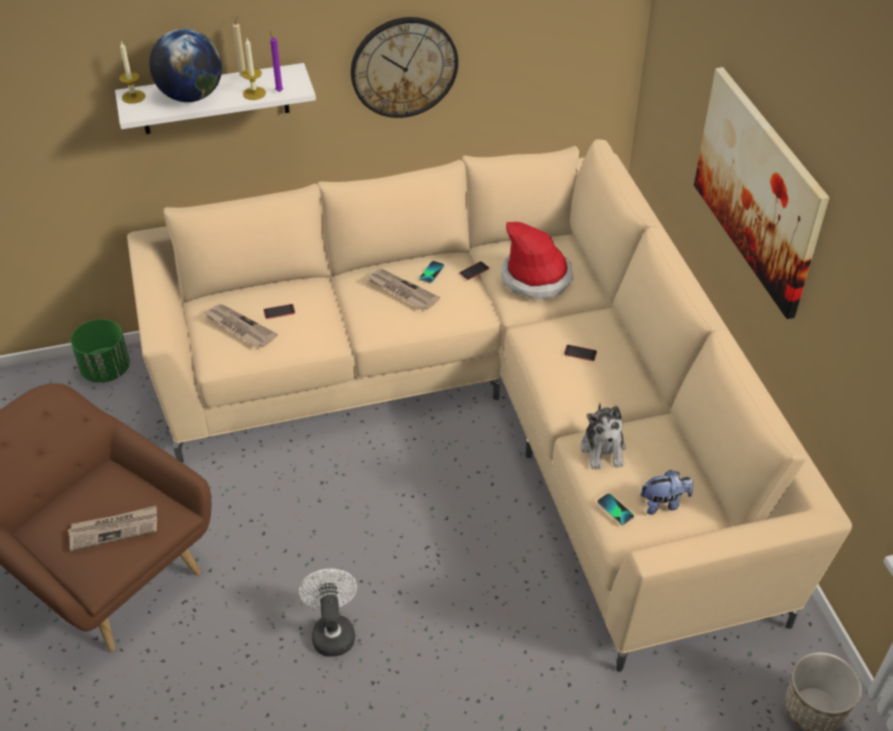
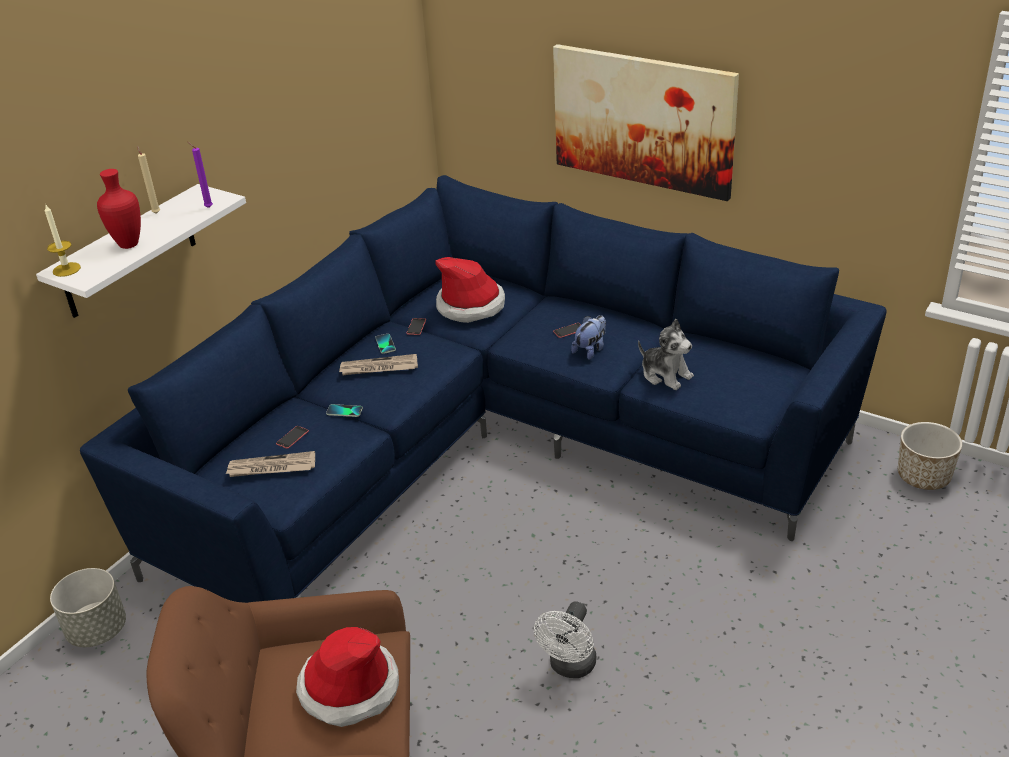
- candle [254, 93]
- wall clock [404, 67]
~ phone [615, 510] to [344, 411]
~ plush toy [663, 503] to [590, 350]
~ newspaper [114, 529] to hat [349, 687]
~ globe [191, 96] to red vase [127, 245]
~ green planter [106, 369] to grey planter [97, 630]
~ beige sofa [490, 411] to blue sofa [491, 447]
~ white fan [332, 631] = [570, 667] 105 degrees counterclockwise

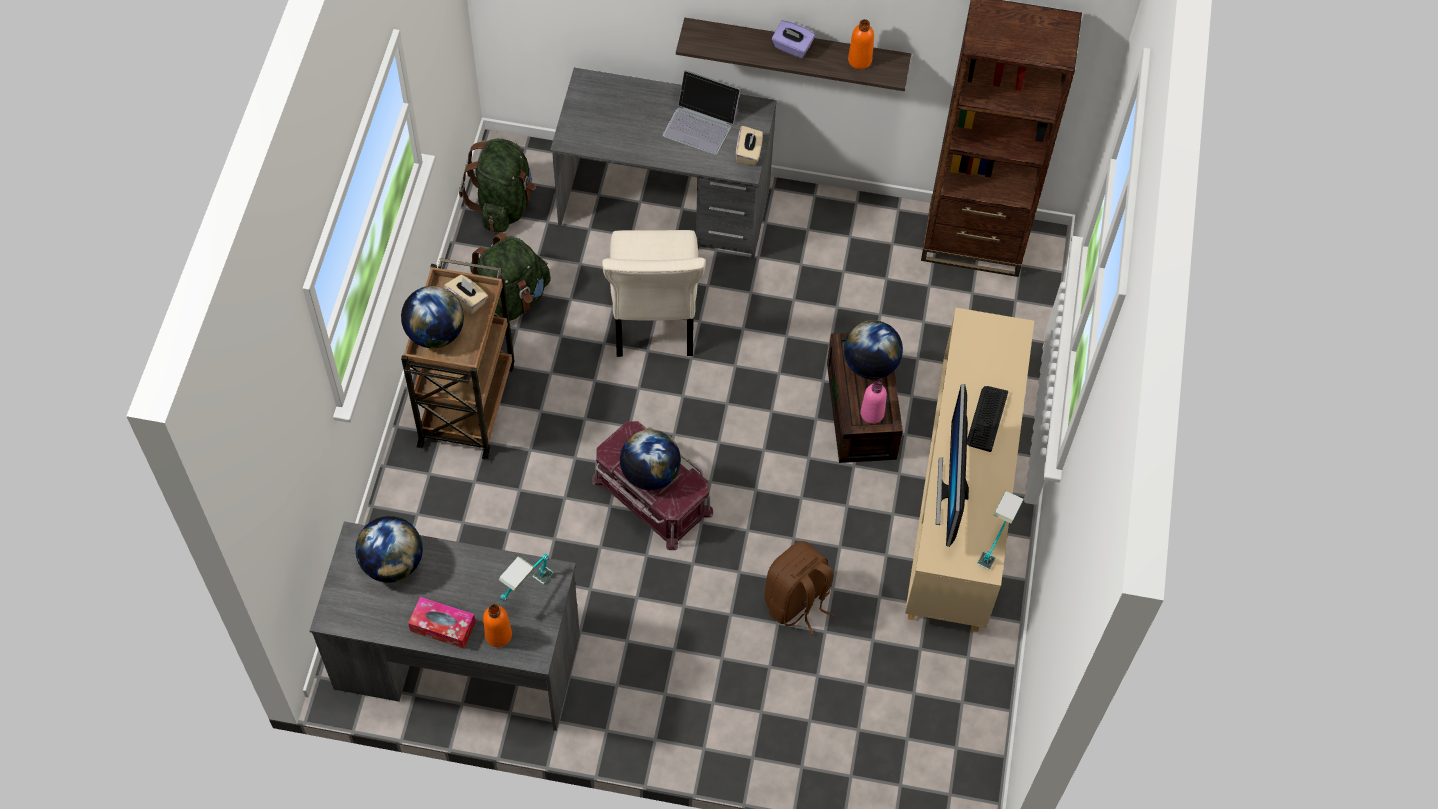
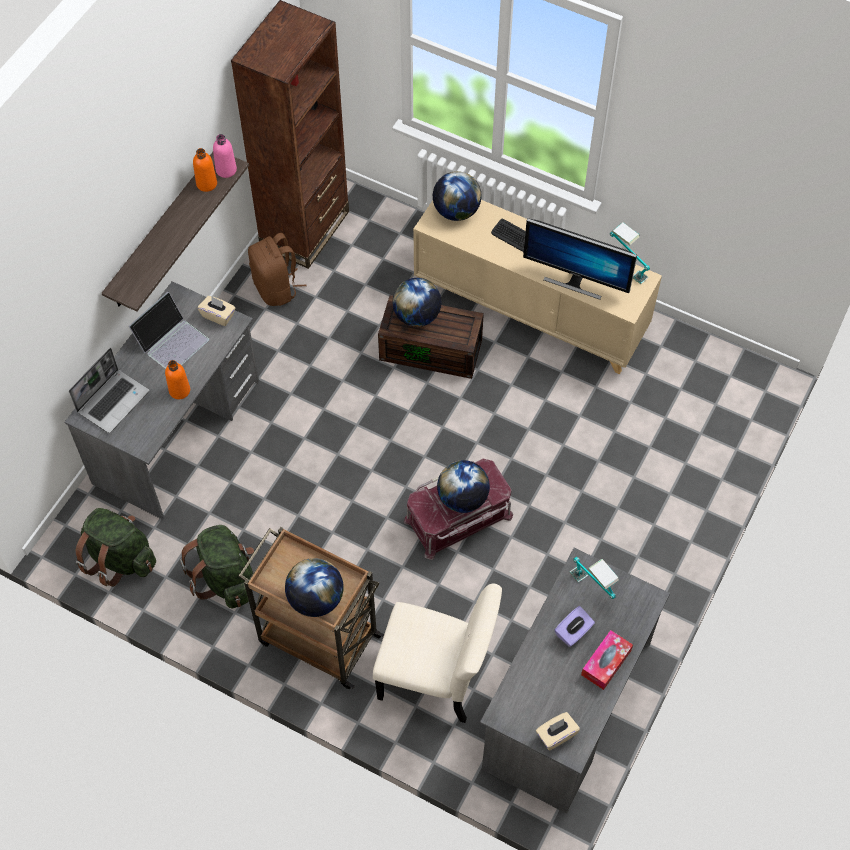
+ laptop [113, 401]
~ globe [393, 563] to [456, 211]
~ beige tissue box [467, 300] to [556, 735]
~ orange bottle [498, 635] to [179, 390]
~ beige chair [653, 321] to [436, 679]
~ brown backpack [797, 602] to [276, 288]
~ purple tissue box [792, 47] to [573, 632]
~ pink bottle [872, 413] to [226, 170]

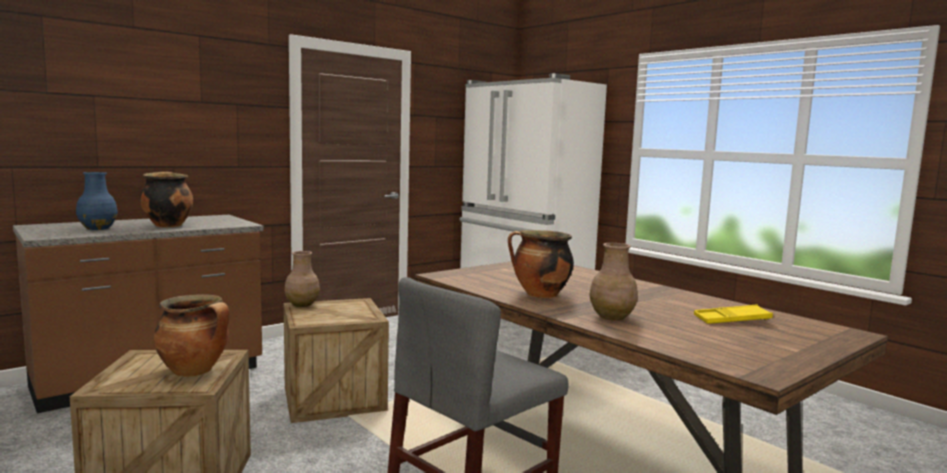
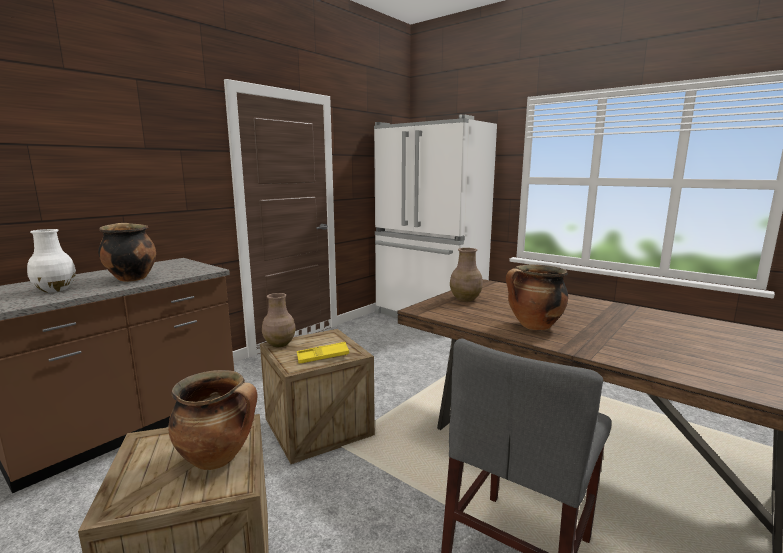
~ brown vase [612, 317] to [466, 299]
~ yellow tray [732, 320] to [323, 356]
~ blue vase [98, 228] to white vase [55, 289]

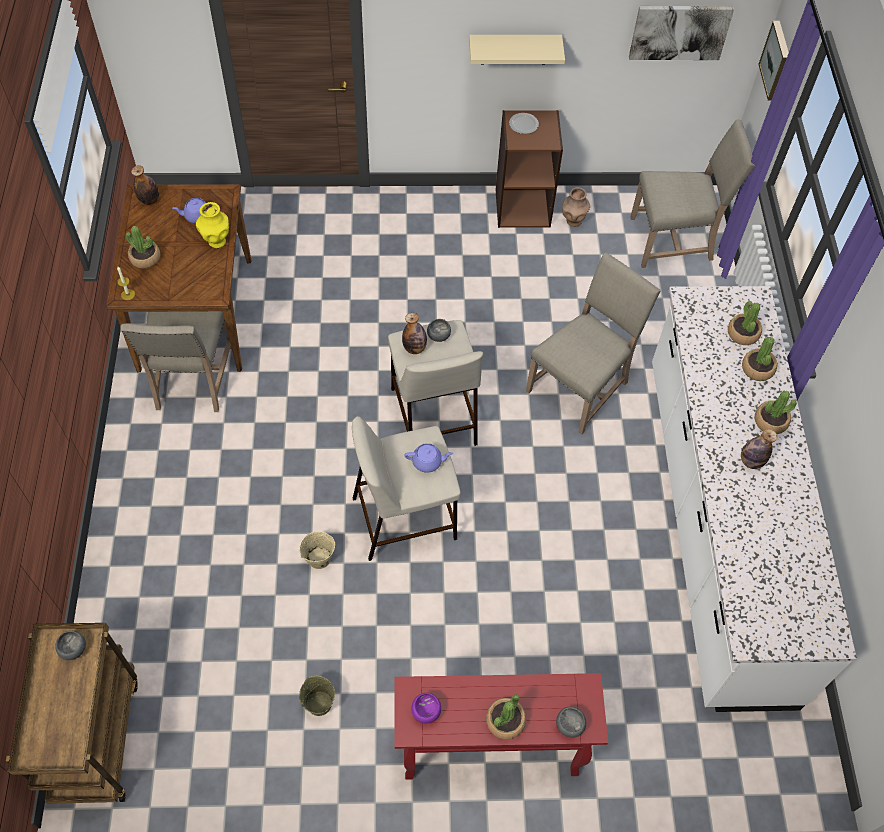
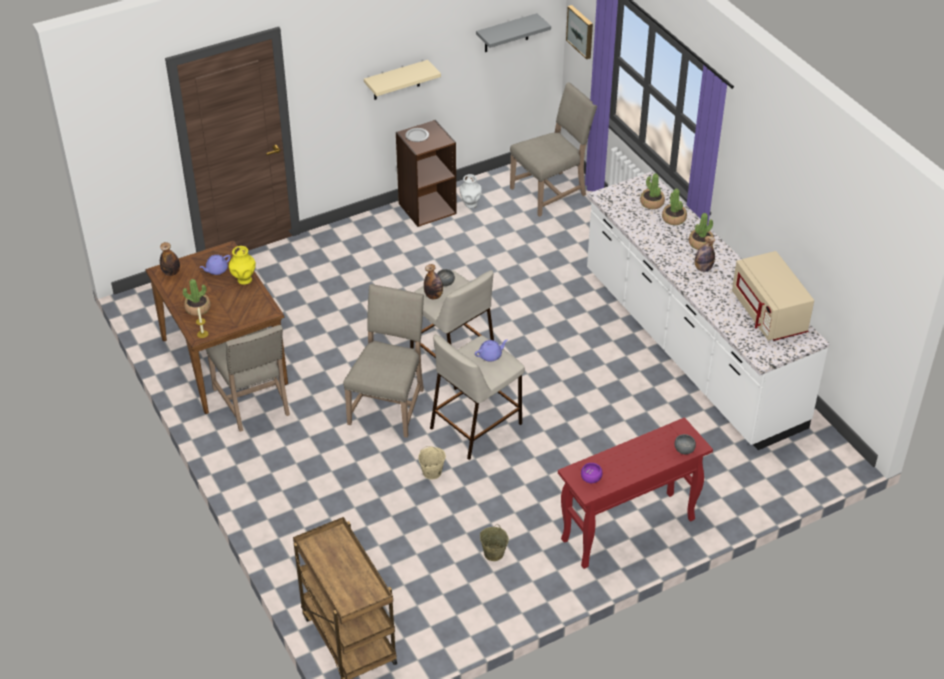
- grey bowl [74, 649]
- potted plant [505, 720]
+ beige microwave [769, 314]
~ beige chair [581, 386] to [389, 405]
~ picture [679, 31] to grey shelf [506, 33]
~ brown vase [573, 221] to white vase [470, 204]

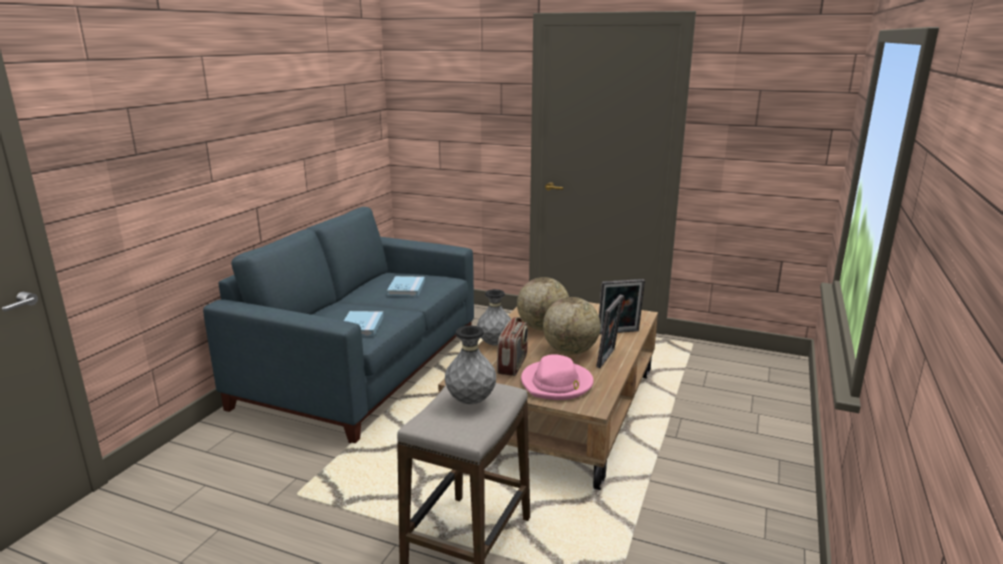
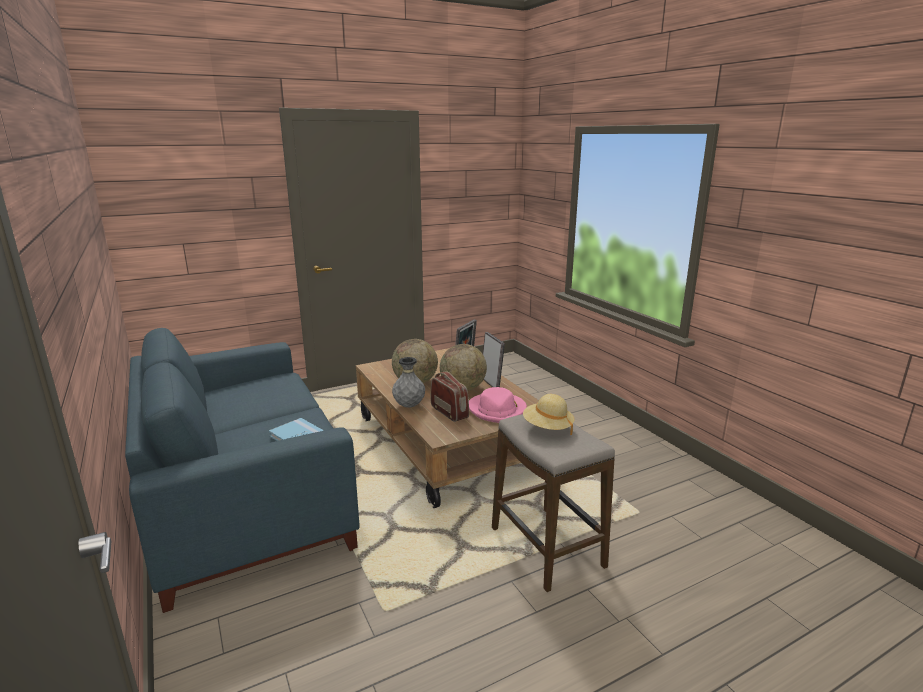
- blue book [406, 288]
~ grey vase [470, 401] to beige hat [547, 427]

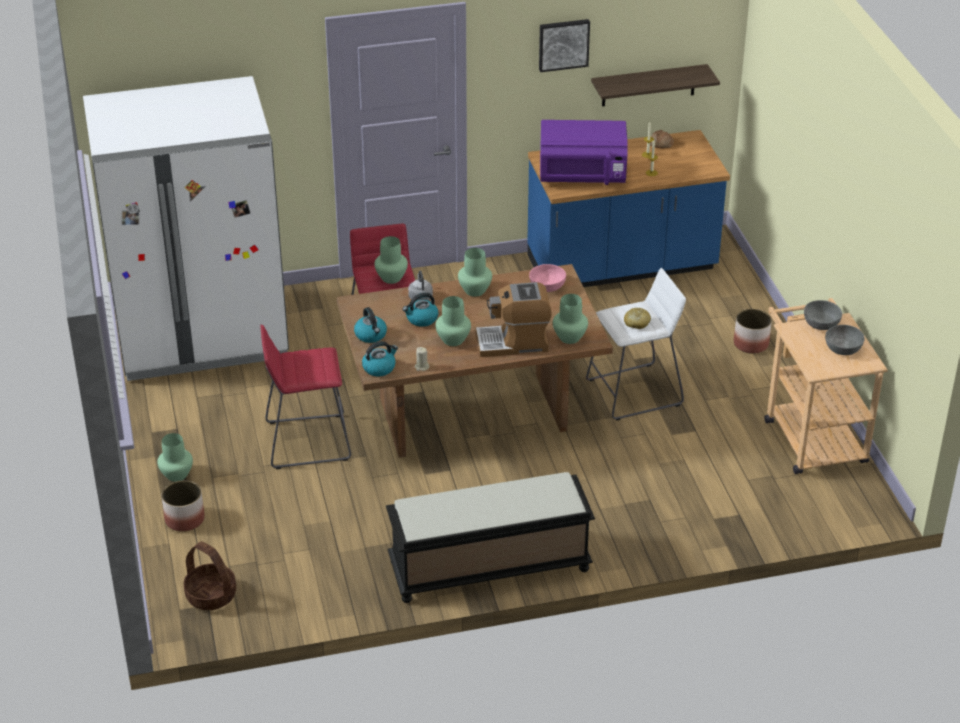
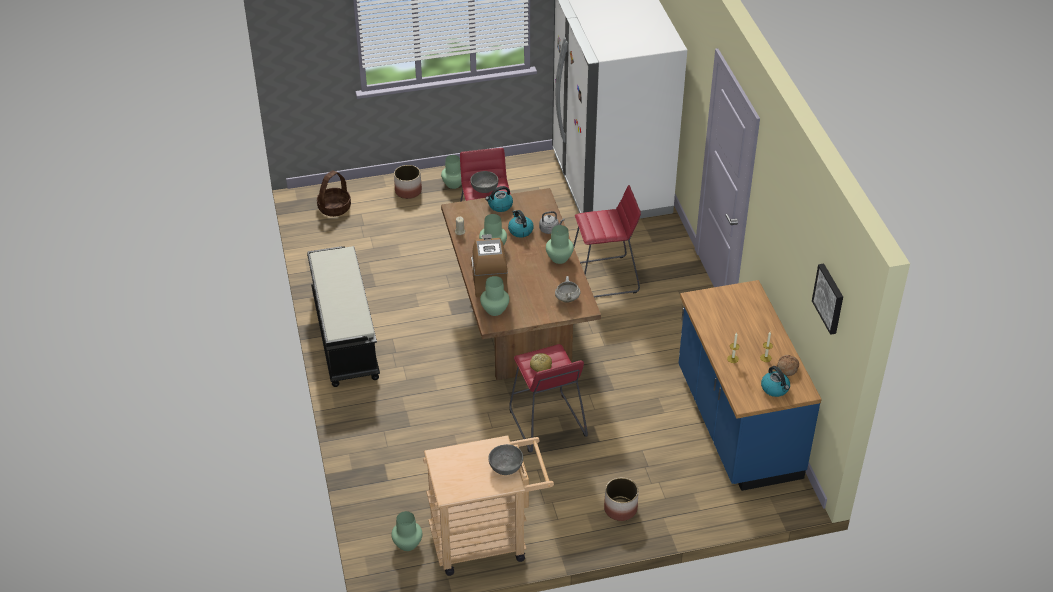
- purple microwave [582, 176]
- shelf [648, 85]
~ kettle [379, 368] to [775, 388]
~ green vase [391, 278] to [407, 543]
~ picture [563, 44] to [830, 298]
~ grey bowl [843, 348] to [484, 188]
~ pink bowl [547, 286] to white cooking pot [567, 299]
~ white stool [634, 392] to red stool [547, 423]

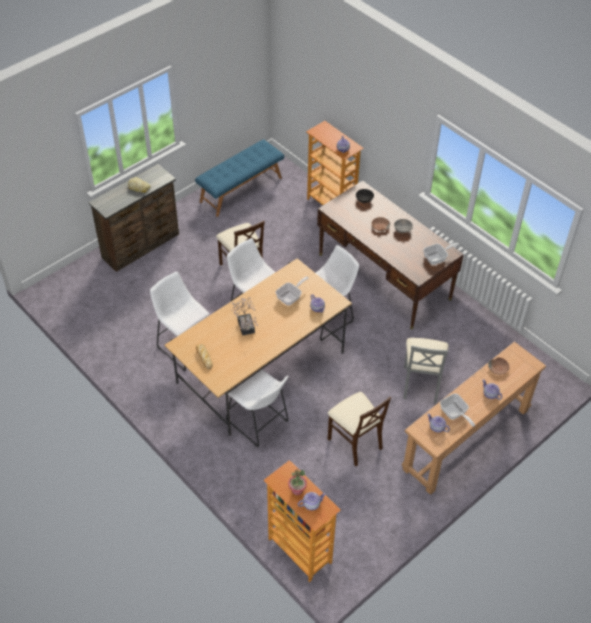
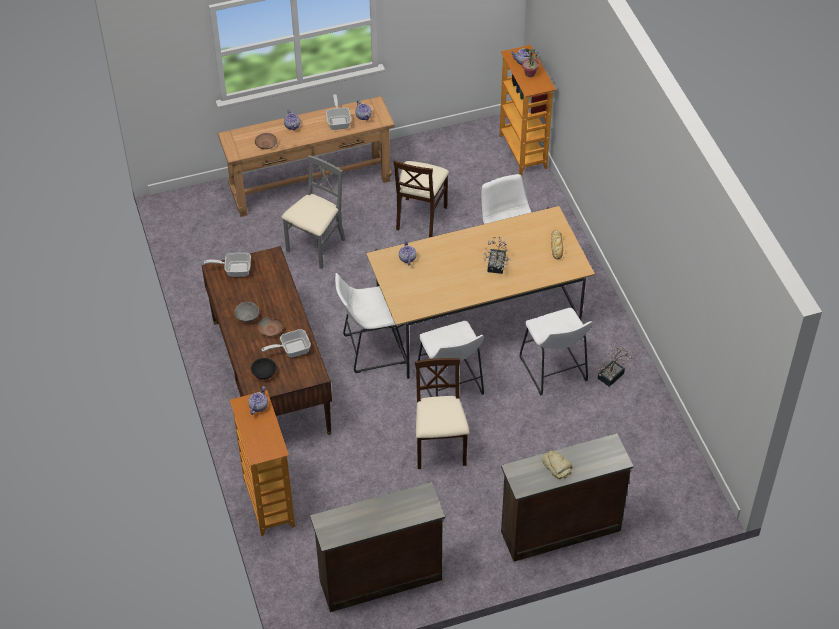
+ potted plant [613, 374]
~ frying pan [291, 297] to [291, 349]
~ blue bench [240, 189] to brown dresser [379, 579]
~ beige chair [355, 442] = [420, 217] 150 degrees counterclockwise

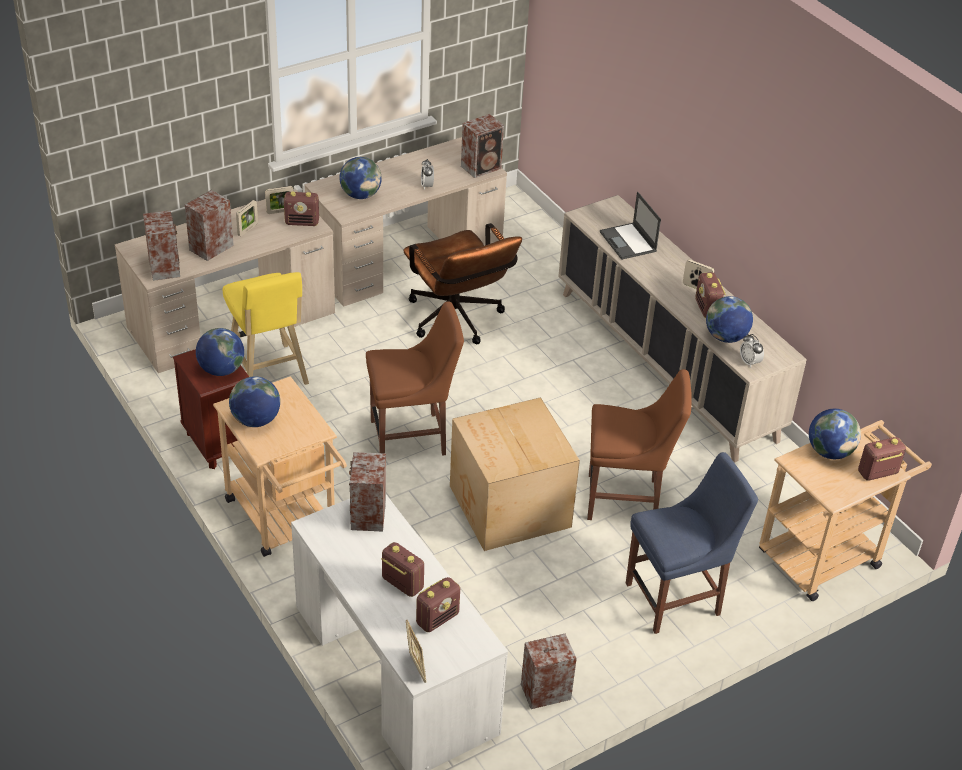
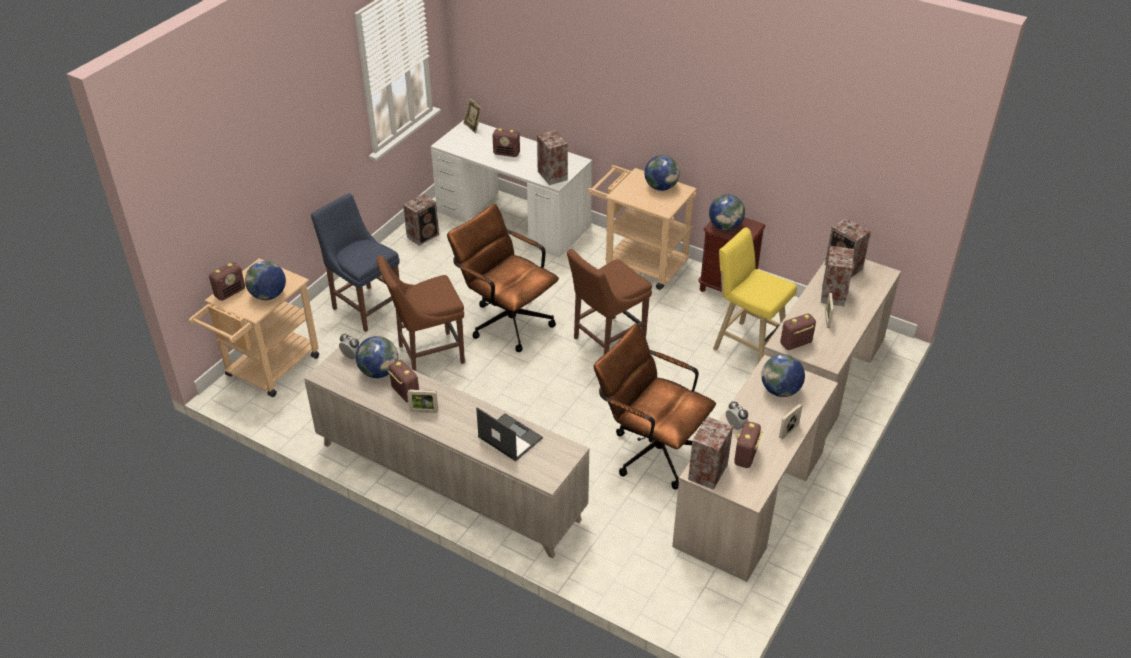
~ picture frame [280, 211] to [788, 431]
~ radio [437, 618] to [745, 456]
~ cardboard box [509, 508] to brown office chair [506, 320]
~ blue chair [677, 598] = [365, 306] 90 degrees clockwise

